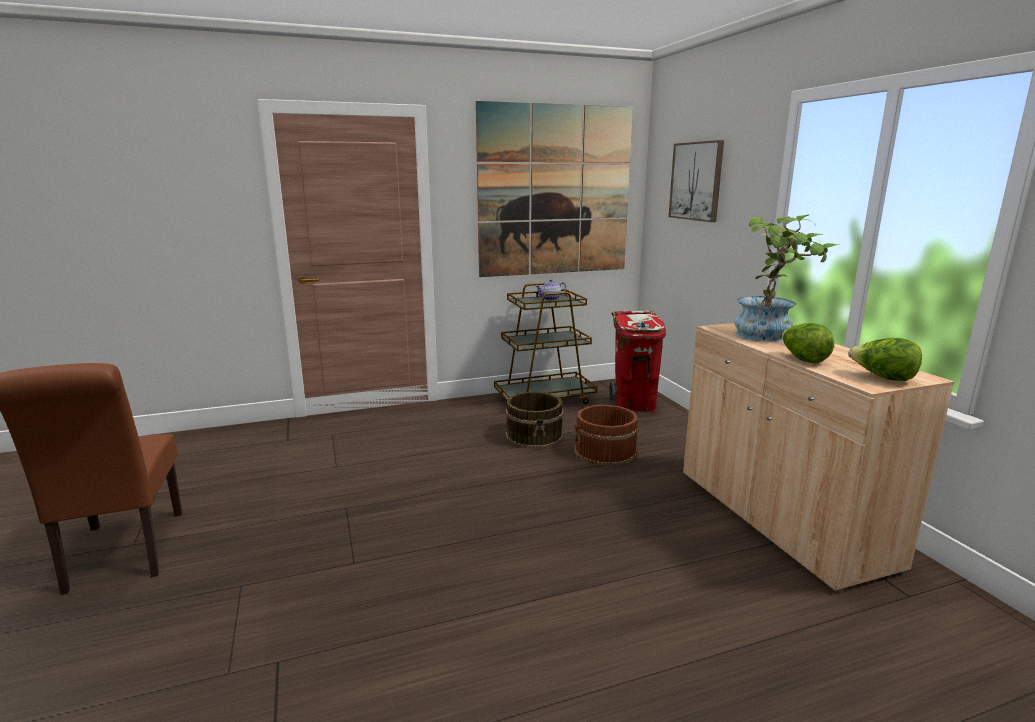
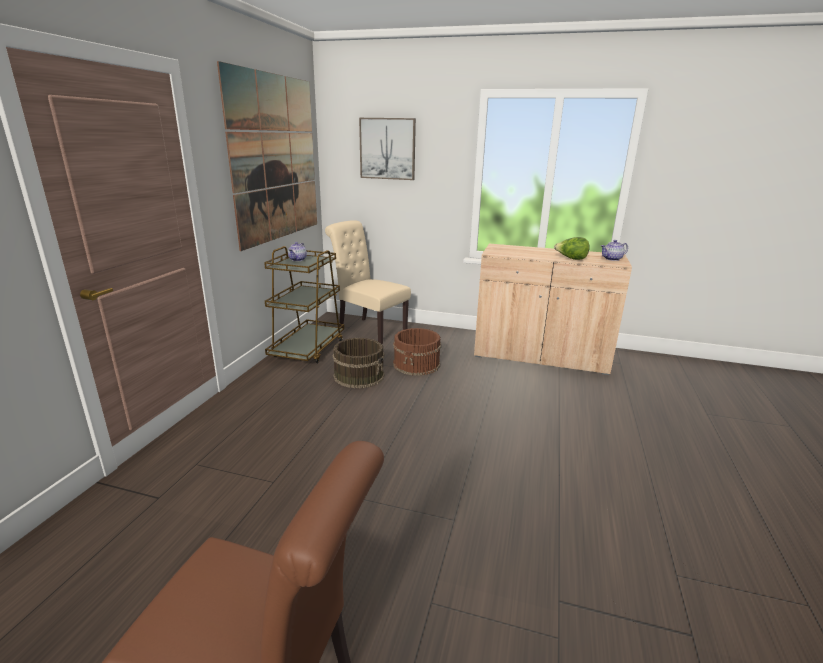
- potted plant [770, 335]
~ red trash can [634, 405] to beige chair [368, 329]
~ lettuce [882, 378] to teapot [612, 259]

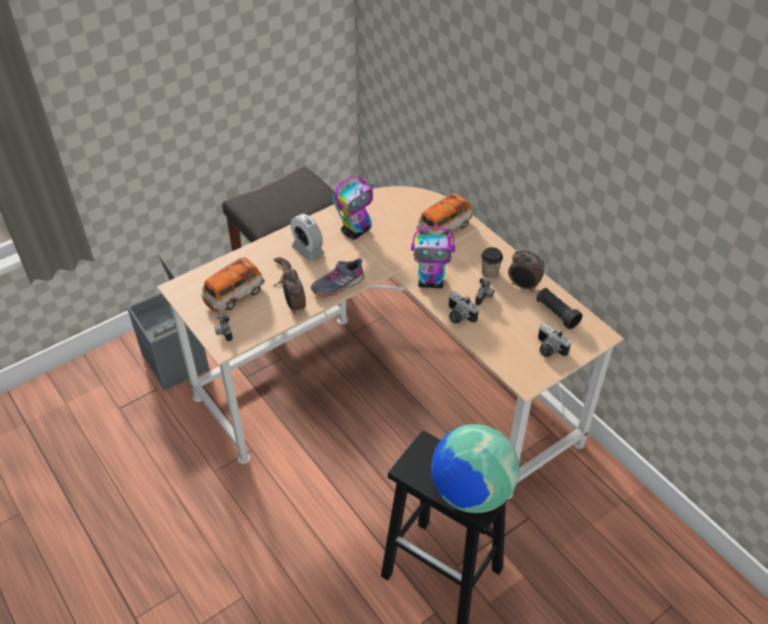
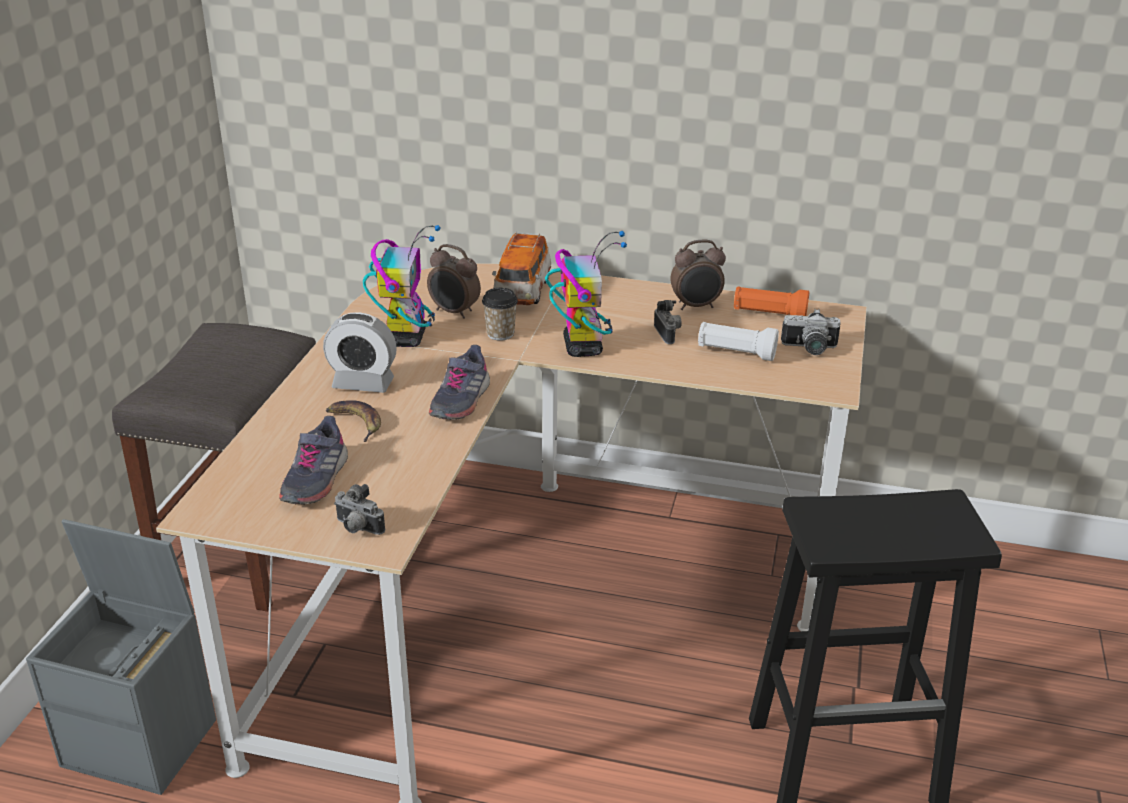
- globe [471, 491]
- photo camera [458, 317]
+ white flashlight [735, 353]
~ alarm clock [295, 306] to [454, 312]
~ cup [490, 273] to [500, 334]
~ toy car [234, 295] to grey shoe [314, 479]
~ black flashlight [556, 313] to orange flashlight [769, 315]
~ toy robot [431, 282] = [582, 346] 60 degrees counterclockwise

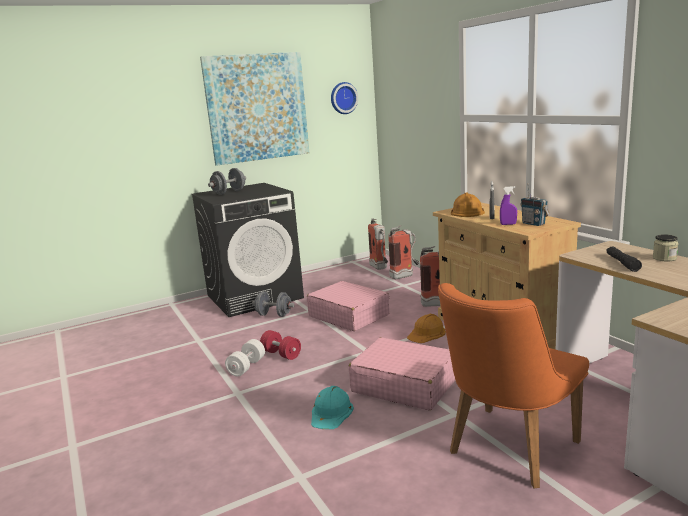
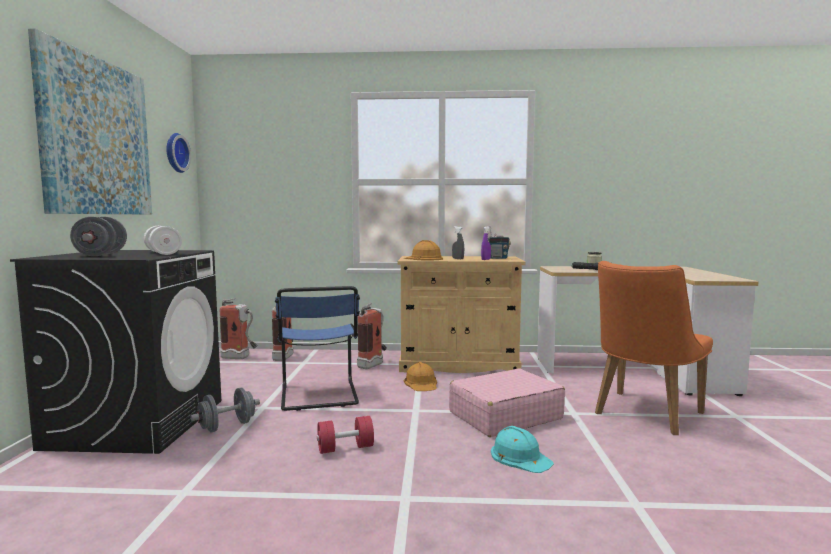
~ white dumbbell [246, 367] to [163, 253]
~ pink suitcase [348, 315] to blue chair [319, 396]
~ orange chair [506, 451] = [643, 415] 60 degrees clockwise

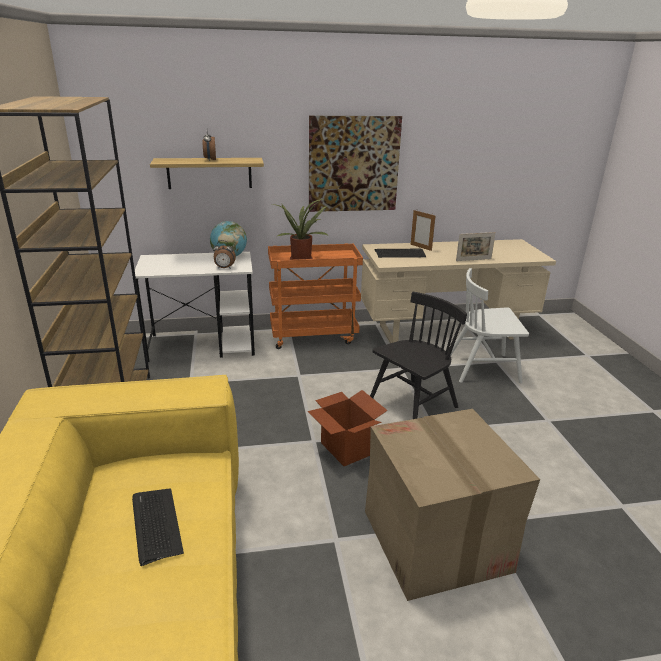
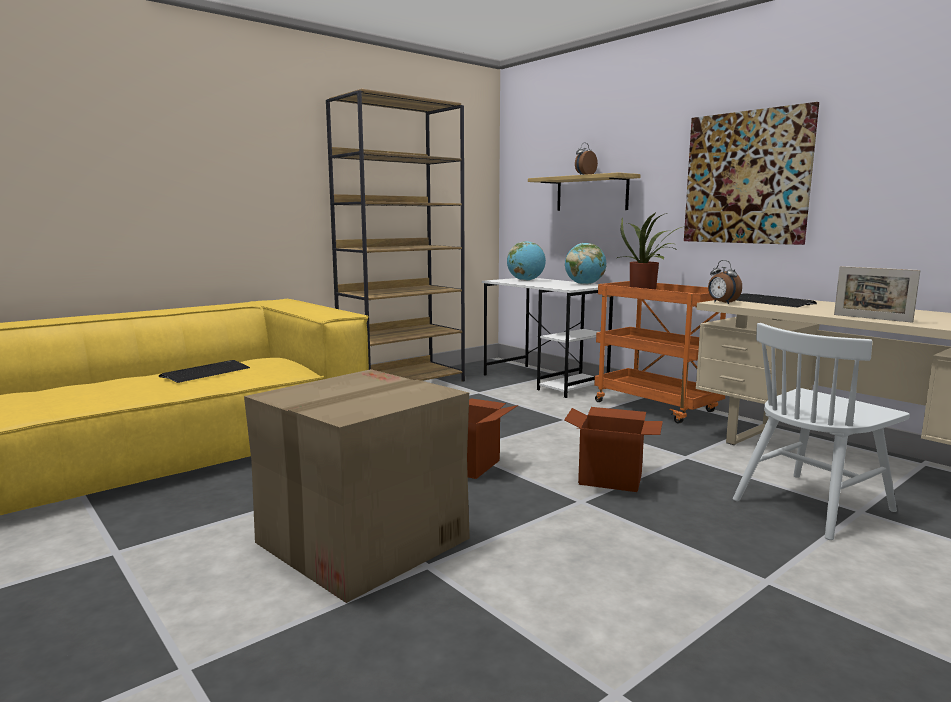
- picture frame [421, 247]
+ globe [526, 280]
~ alarm clock [224, 268] to [722, 303]
~ black chair [412, 406] to cardboard box [611, 479]
~ white chair [483, 368] = [812, 505] 90 degrees counterclockwise

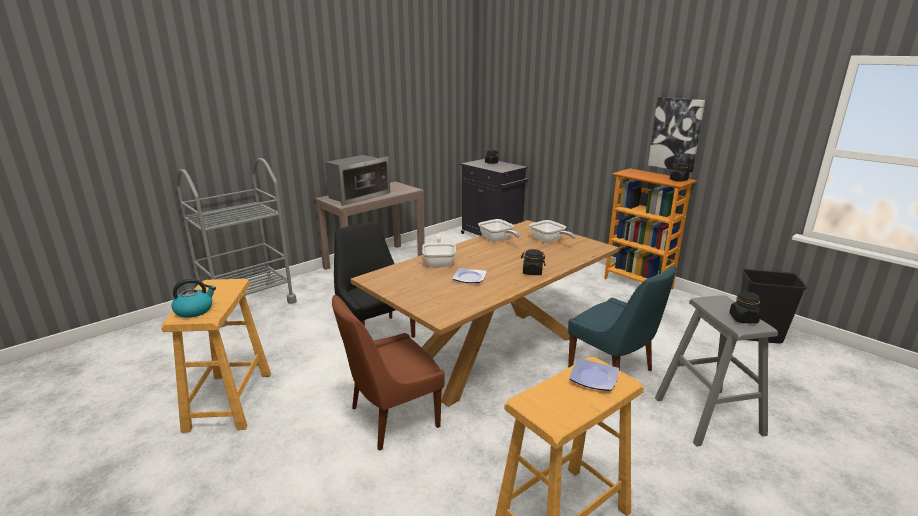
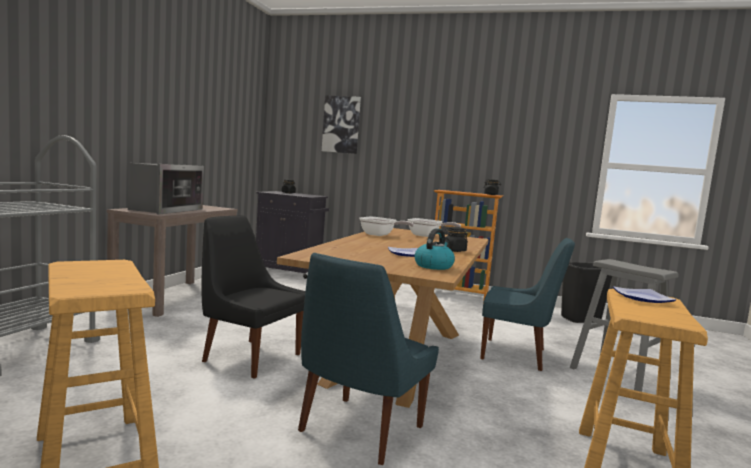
- frying pan [439, 262]
- black jar [743, 319]
~ kettle [195, 310] to [433, 266]
~ picture [676, 134] to [341, 124]
~ brown chair [391, 418] to blue chair [358, 431]

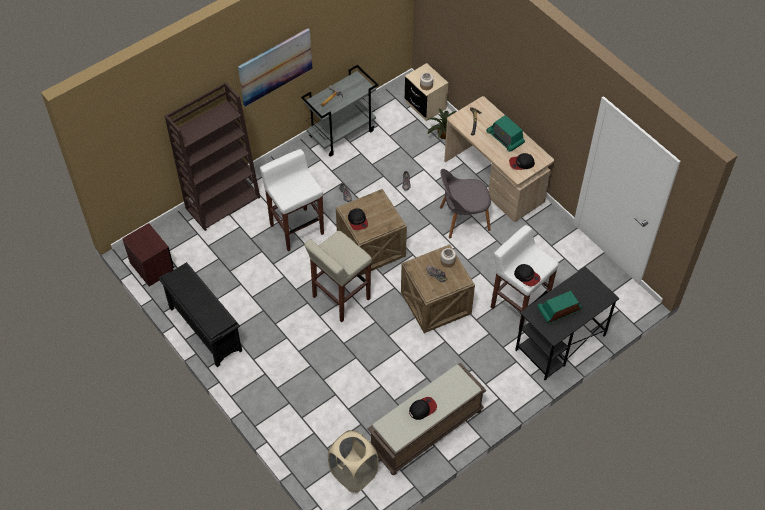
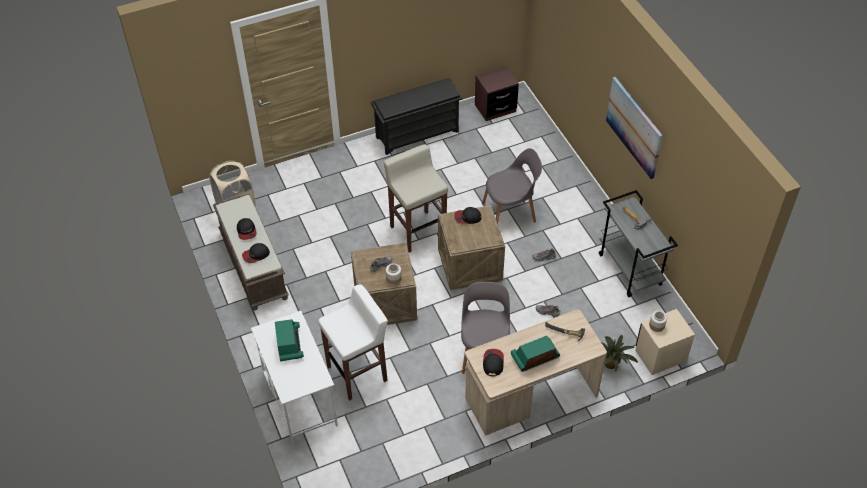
- brown bookcase [223, 202]
~ cap [527, 276] to [256, 255]
~ white stool [296, 228] to grey chair [510, 212]
~ black desk [560, 343] to white desk [299, 398]

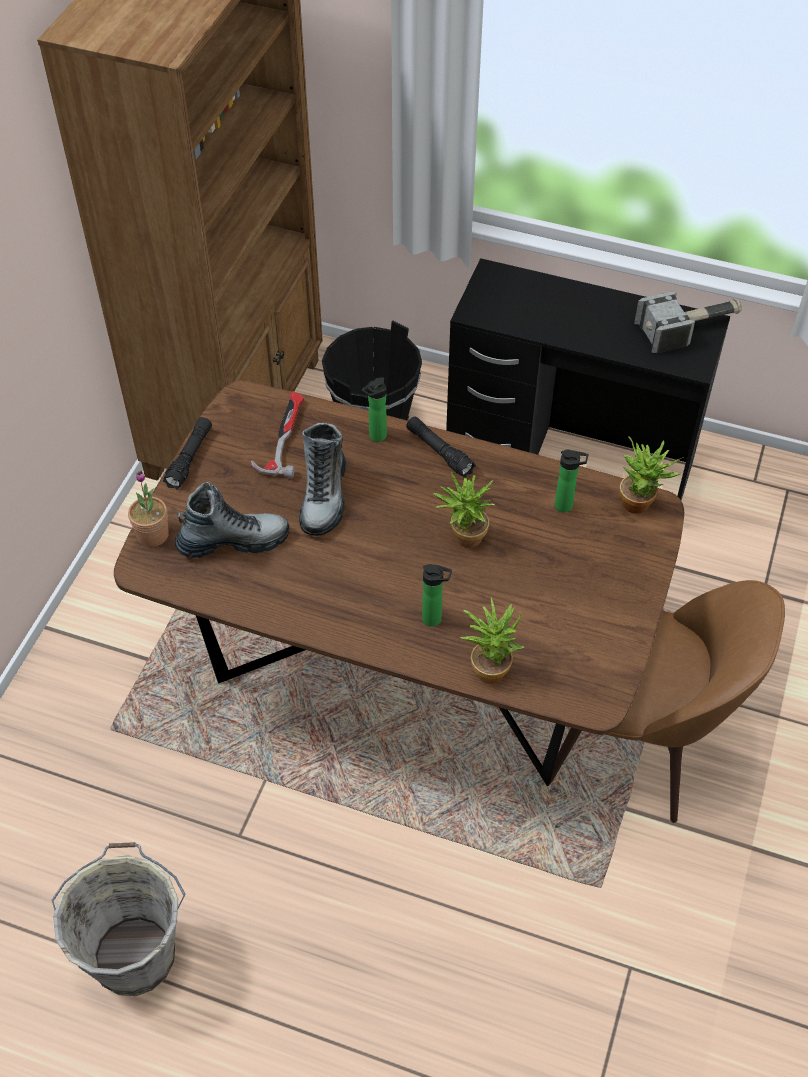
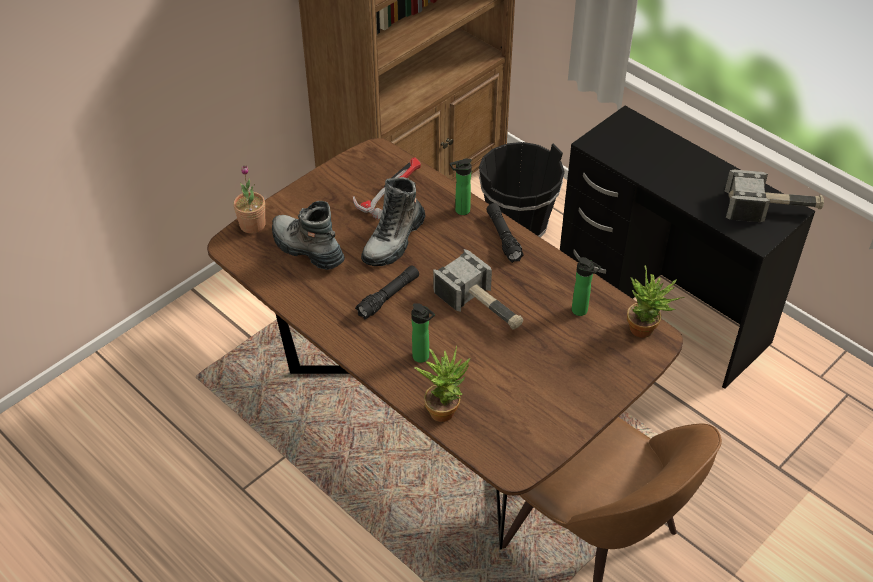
- grey bucket [135, 952]
~ black flashlight [190, 458] to [388, 297]
~ potted plant [463, 539] to hammer [482, 307]
~ boot [233, 541] = [307, 249] 150 degrees counterclockwise

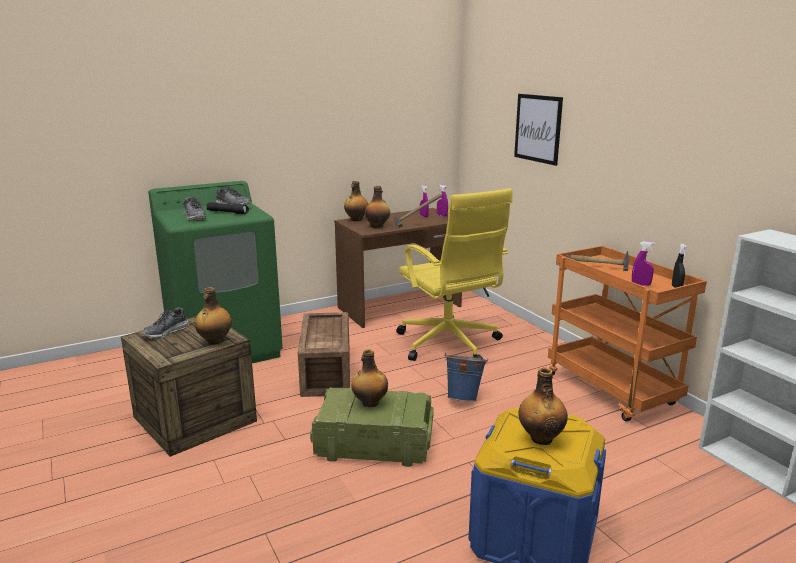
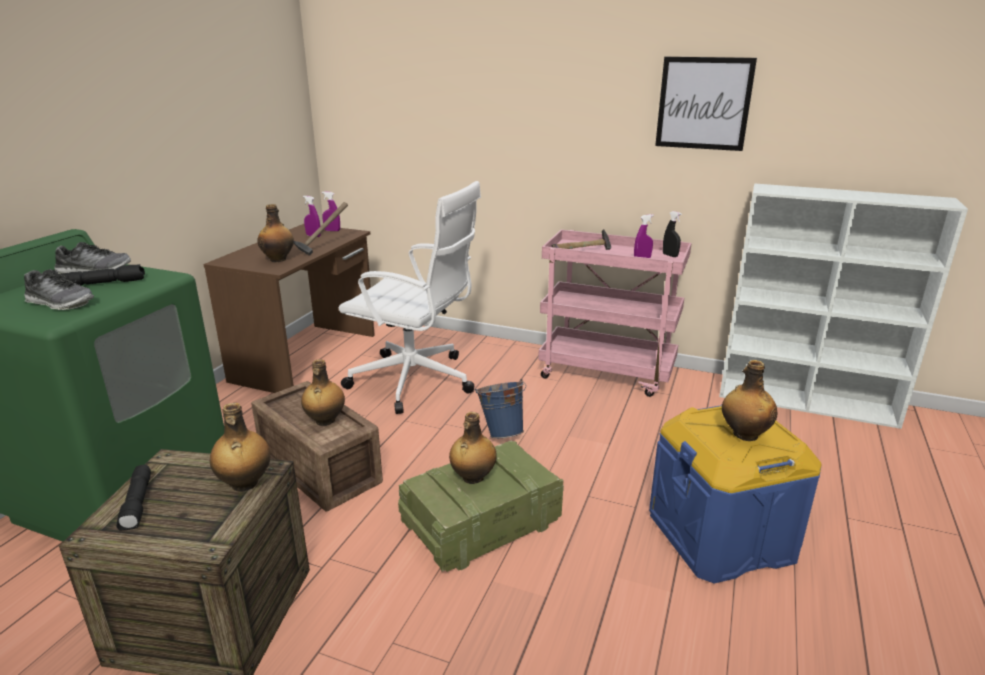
~ bottle [356, 219] to [325, 421]
~ picture [538, 128] to [703, 103]
~ shoe [166, 332] to black flashlight [138, 504]
~ yellow office chair [449, 345] to white office chair [416, 381]
~ orange cart [612, 391] to pink cart [608, 373]

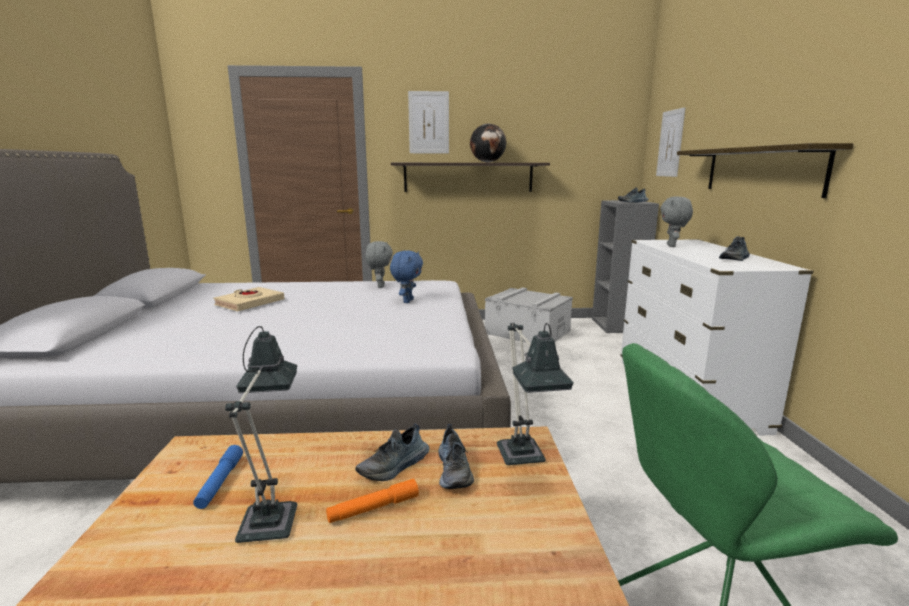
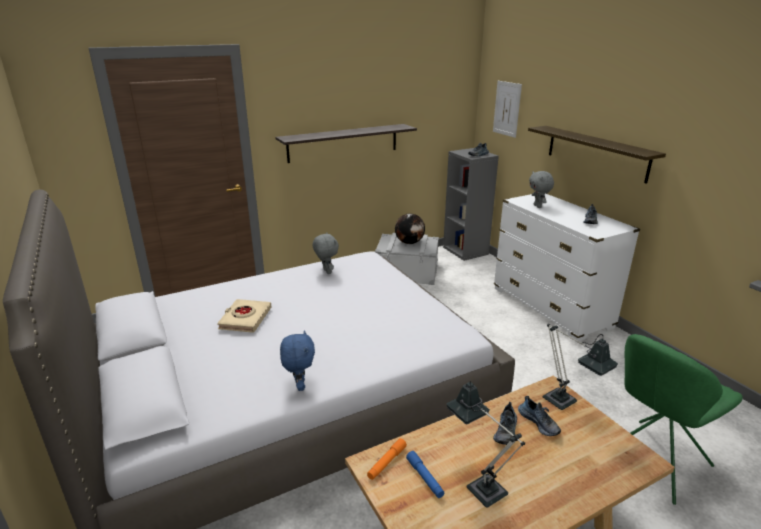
- picture [428, 122]
~ orange flashlight [373, 508] to [386, 462]
~ blue plush toy [407, 301] to [299, 385]
~ globe [488, 162] to [409, 243]

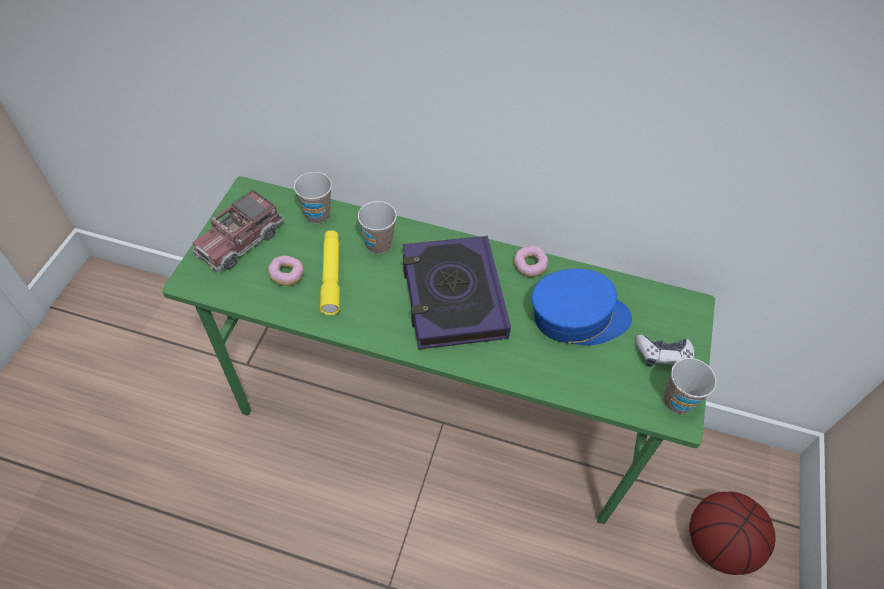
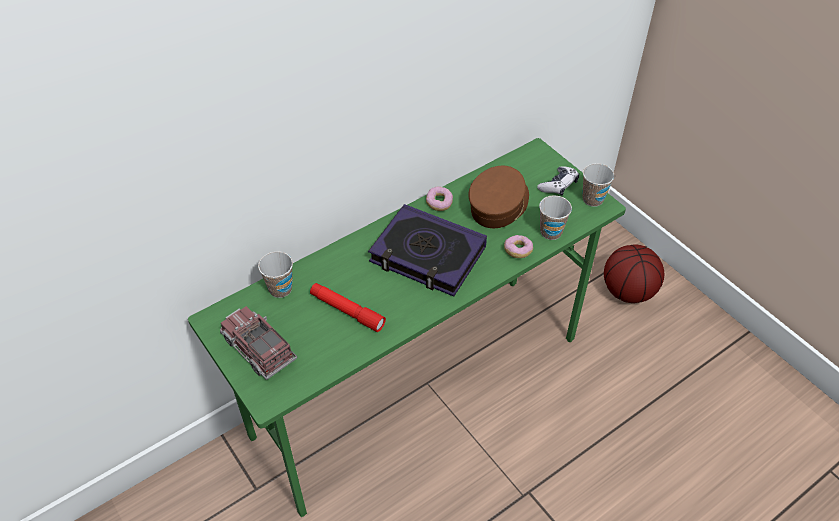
~ donut [287, 275] to [518, 251]
~ cup [378, 244] to [551, 232]
~ yellow flashlight [331, 276] to red flashlight [347, 311]
~ blue cap [577, 317] to brown cap [498, 205]
~ toy truck [240, 241] = [259, 349] 150 degrees clockwise

